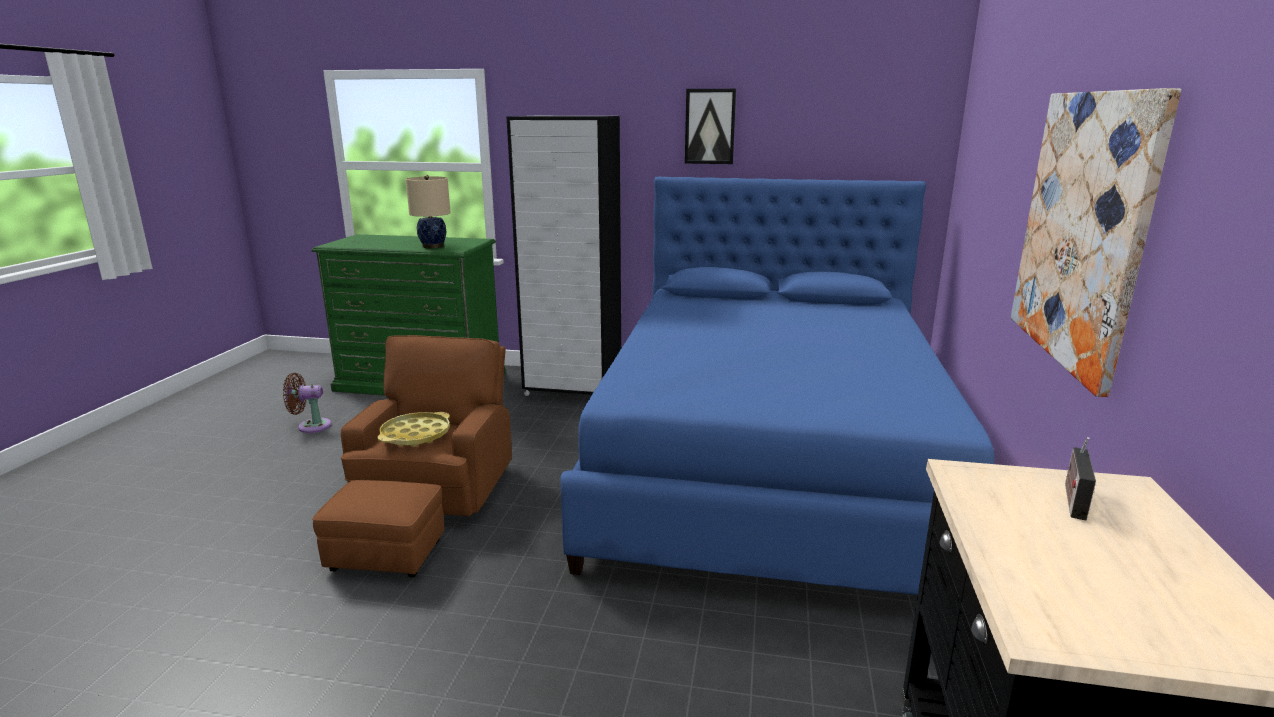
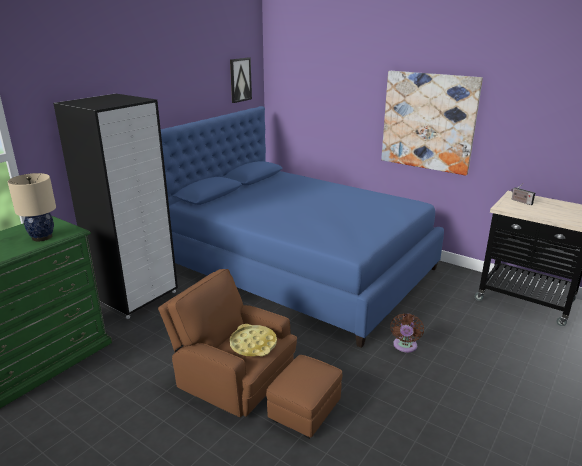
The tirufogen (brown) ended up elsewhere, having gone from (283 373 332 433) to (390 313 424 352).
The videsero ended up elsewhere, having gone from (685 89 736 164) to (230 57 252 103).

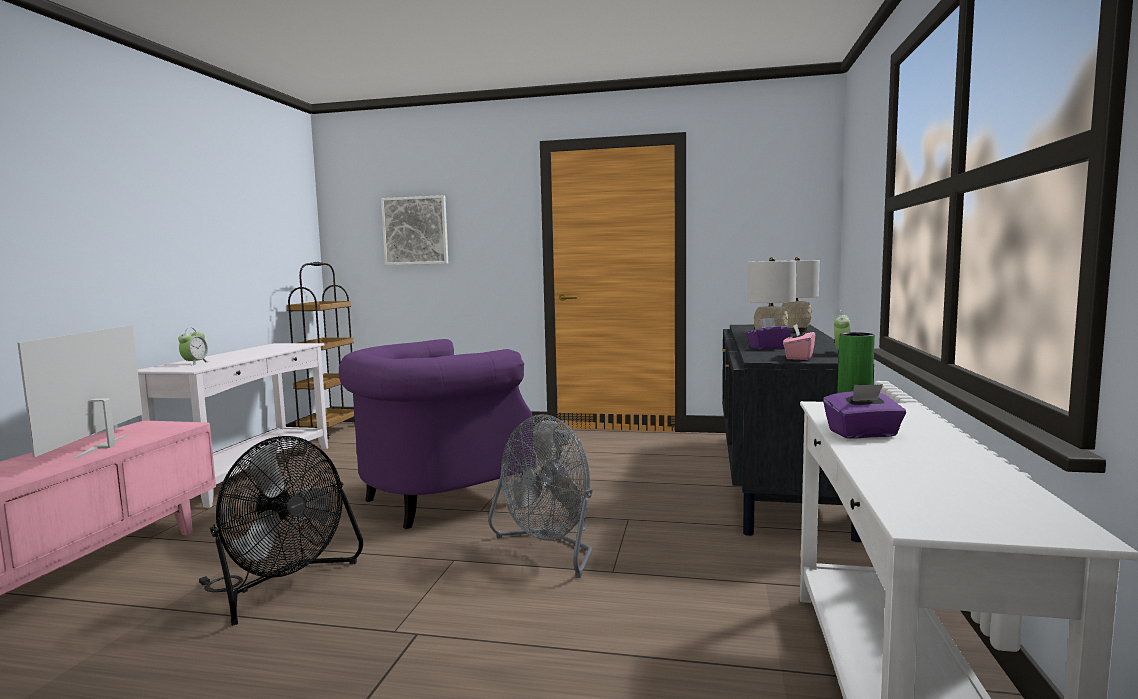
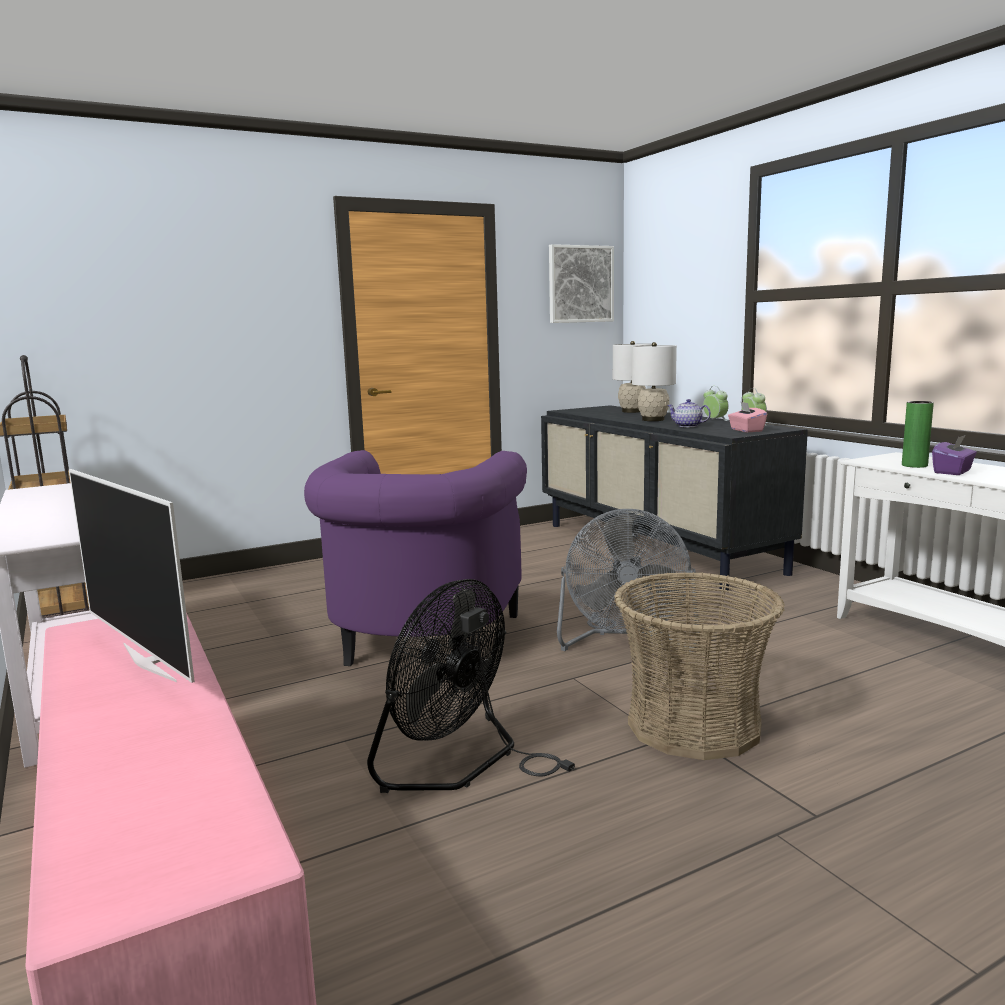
The second view gained the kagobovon at (614 572 785 760).
The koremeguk ended up elsewhere, having gone from (178 328 210 365) to (703 386 729 421).
The videsero ended up elsewhere, having gone from (381 195 448 265) to (549 244 614 323).
Where the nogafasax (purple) stood at (746 318 792 350), the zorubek came to stand at (667 399 711 427).
The tirufogen (black) at (199 436 363 626) ended up facing another way, 135 degrees counterclockwise from before.

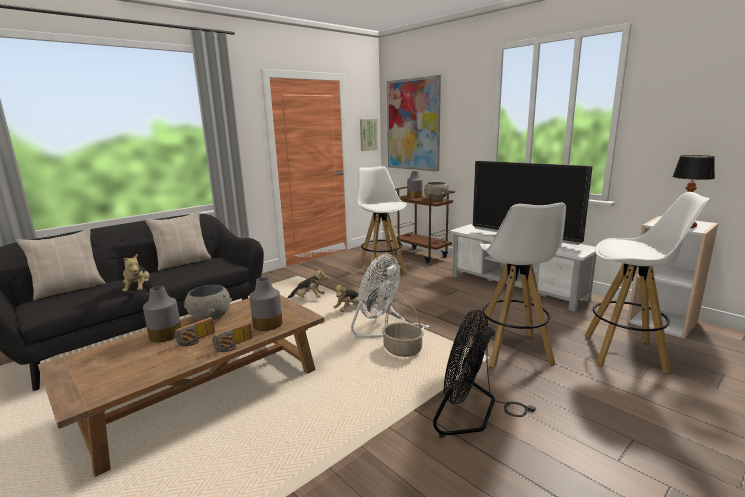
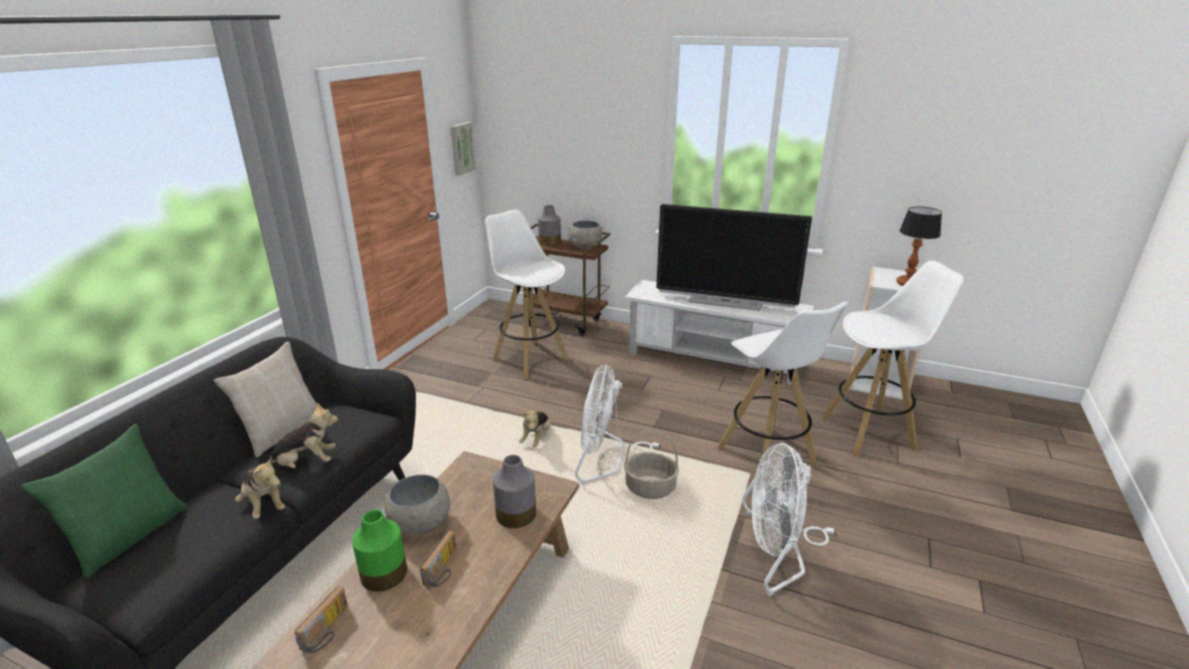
The second view lost the videsero at (387 75 441 172).
The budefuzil ended up elsewhere, having gone from (212 322 253 352) to (295 586 348 653).
The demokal ended up elsewhere, having gone from (287 267 328 298) to (263 402 338 468).
What was the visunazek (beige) at (17 228 105 301) turned into the visunazek (green) at (21 424 188 579).
What was the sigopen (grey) at (143 286 181 342) turned into the sigopen (green) at (352 510 407 592).
What was the tirufogen (black) at (433 310 536 438) turned into the tirufogen (white) at (742 443 836 596).

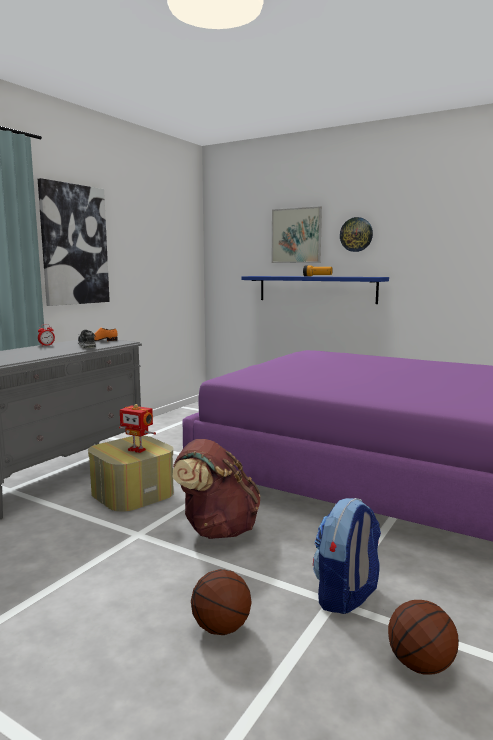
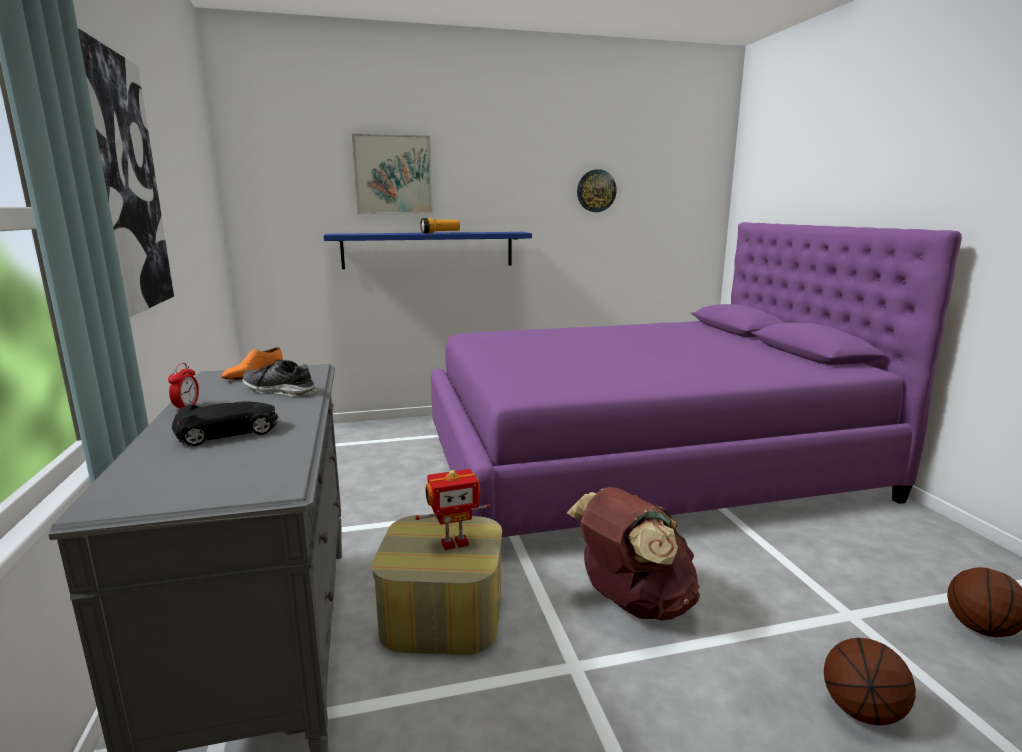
The second view lost the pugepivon at (313 498 381 614).
The second view gained the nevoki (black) at (172 401 279 446).
The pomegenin ended up elsewhere, having gone from (340 217 373 252) to (577 169 617 212).

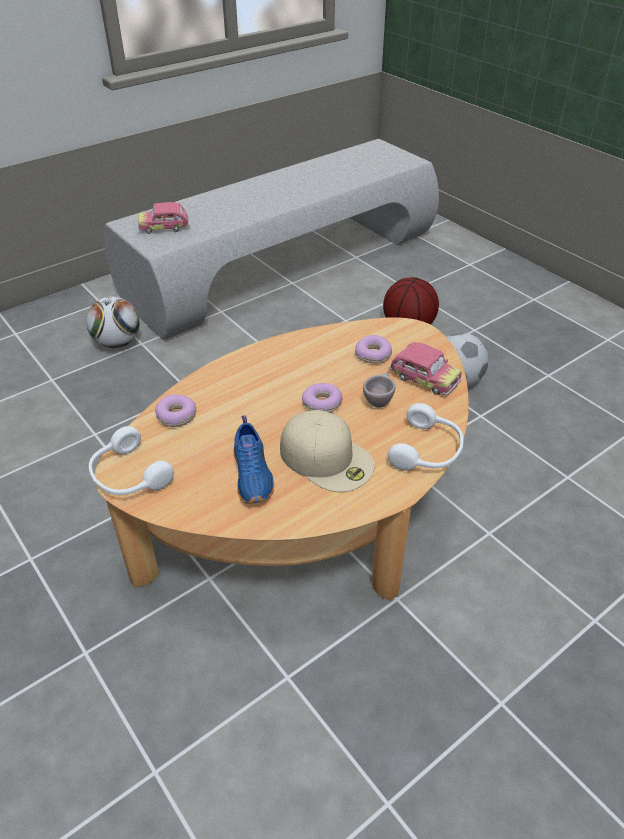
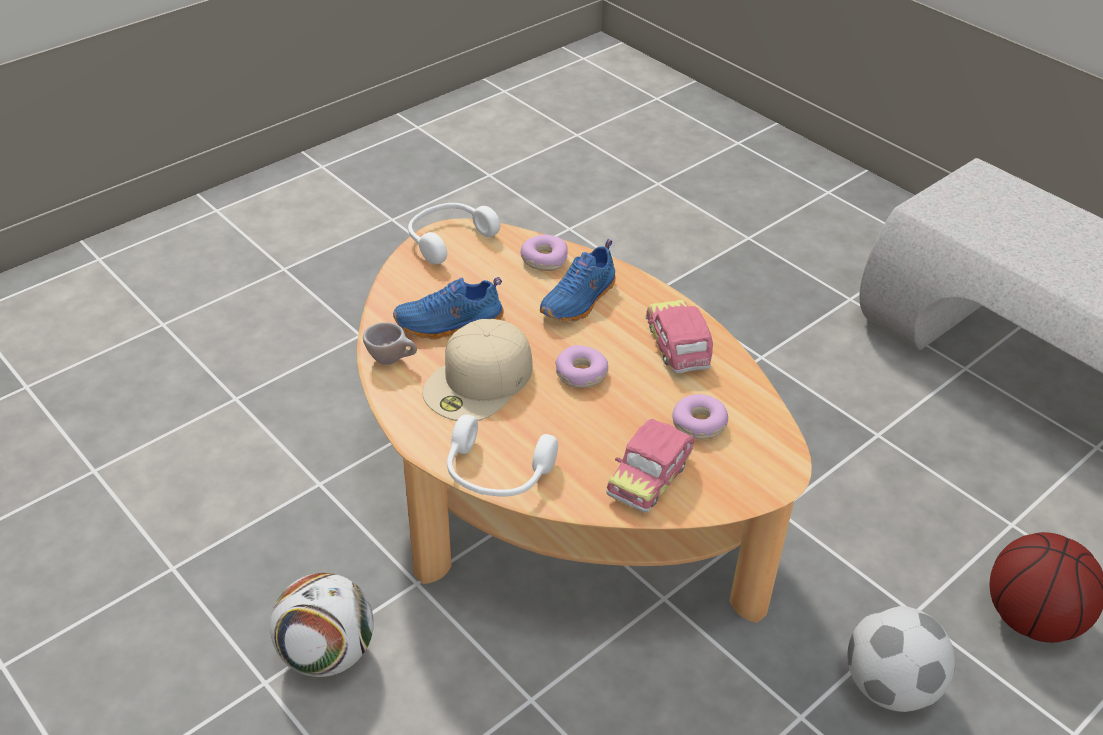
The second view gained the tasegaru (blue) at (540 239 616 322).
The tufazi ended up elsewhere, having gone from (86 296 140 348) to (270 573 374 677).
The nevoki ended up elsewhere, having gone from (138 202 189 234) to (646 300 713 374).
The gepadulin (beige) ended up elsewhere, having gone from (363 372 395 408) to (363 322 417 365).

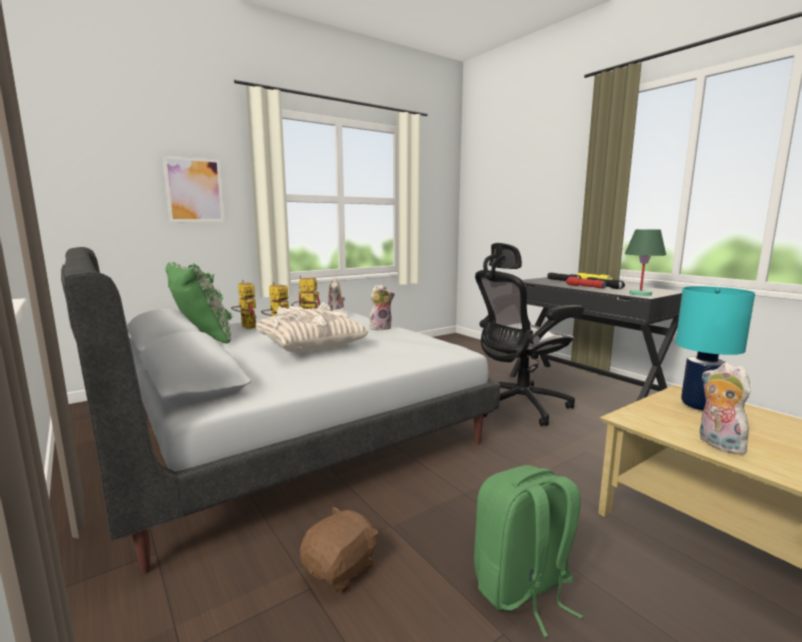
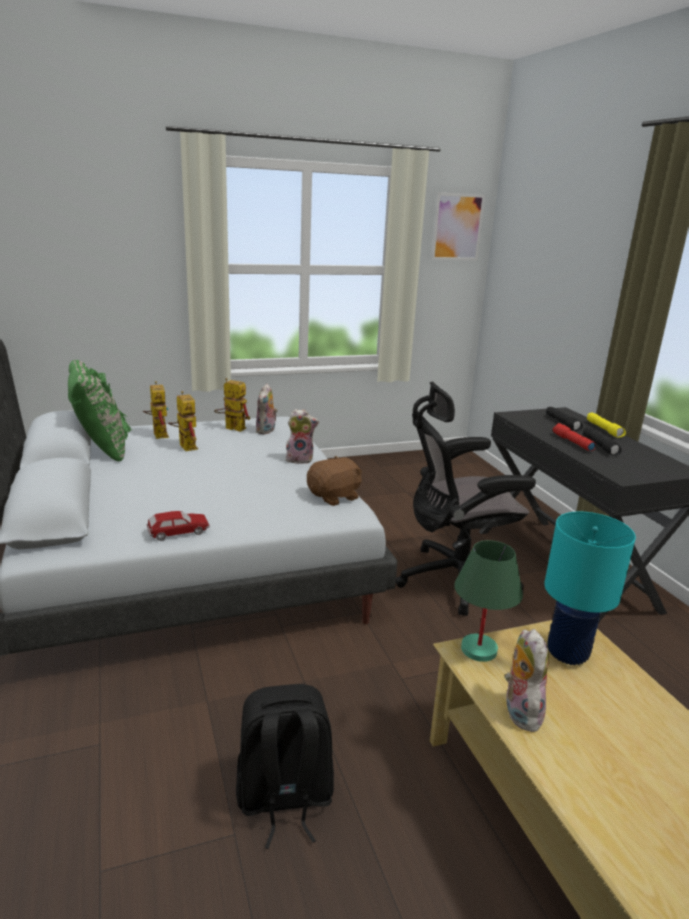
The second view lost the visunazek (beige) at (256 302 368 354).
The second view gained the nevoki at (147 511 210 541).
The videsero ended up elsewhere, having gone from (163 156 225 222) to (431 192 485 261).
The demokal (brown) ended up elsewhere, having gone from (300 507 378 592) to (307 456 362 506).
The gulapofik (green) ended up elsewhere, having gone from (625 229 666 296) to (454 540 523 662).
What was the pugepivon (green) at (474 465 583 637) turned into the pugepivon (black) at (236 684 334 849).

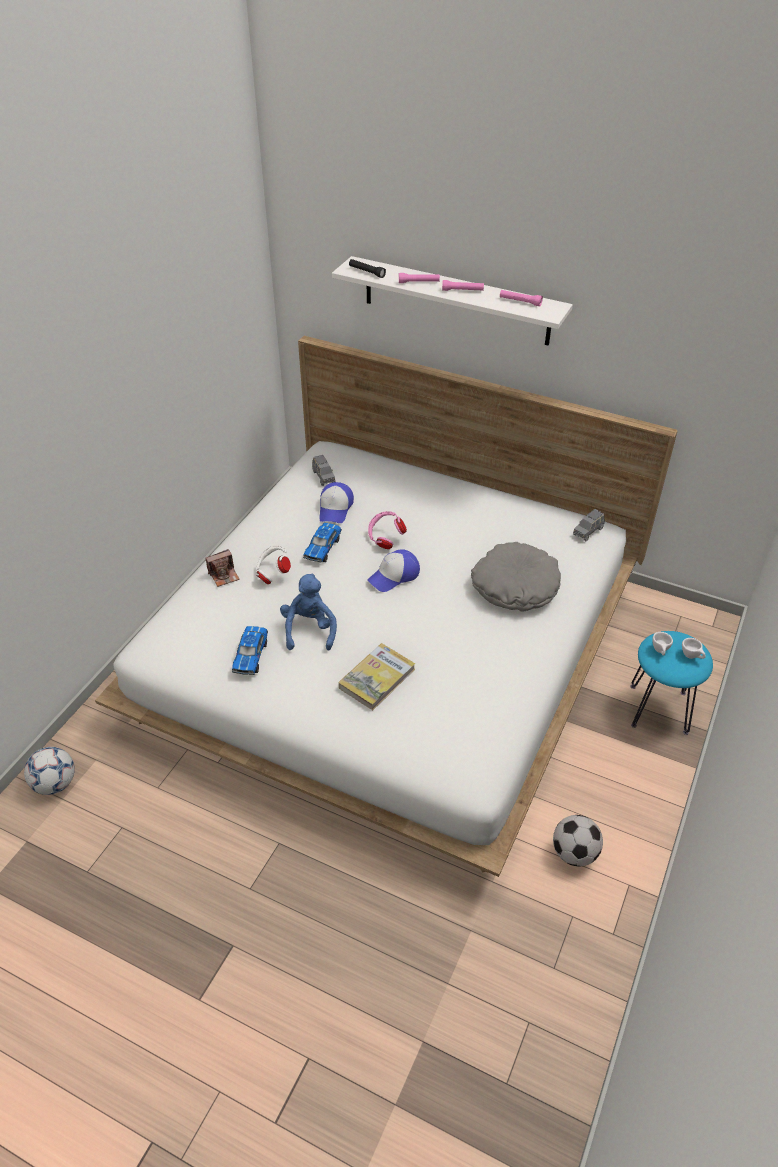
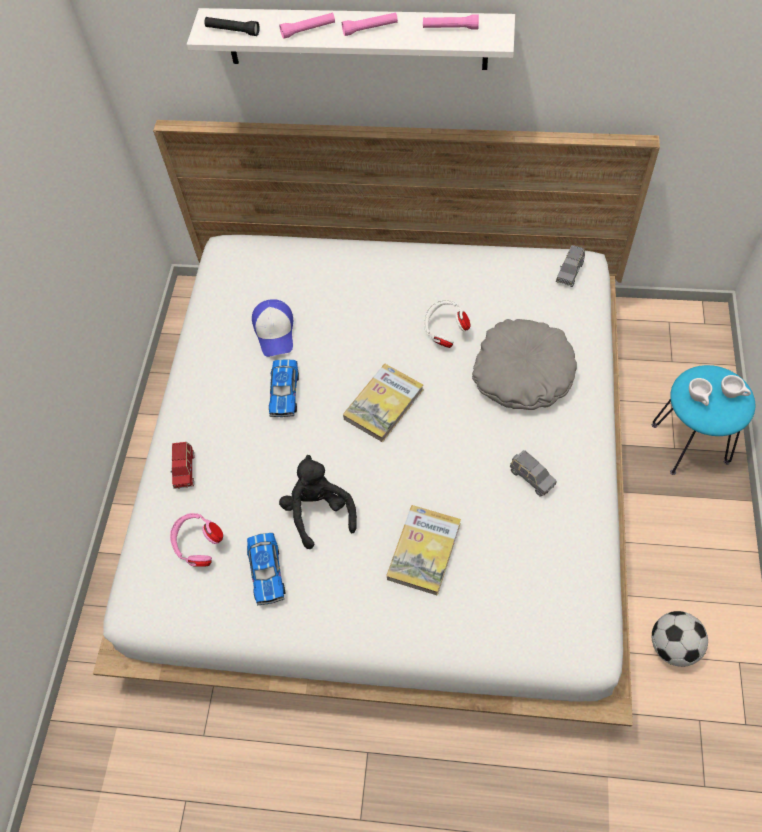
The second view lost the tufazi at (24 747 75 795).
The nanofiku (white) ended up elsewhere, having gone from (256 545 291 584) to (424 300 471 348).
The nevoki (grey) ended up elsewhere, having gone from (312 455 335 486) to (510 450 556 497).
The nanofiku (pink) ended up elsewhere, having gone from (368 511 407 549) to (170 513 223 567).
Where the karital stood at (205 549 239 587), the nevoki (red) came to stand at (170 442 194 489).
Where the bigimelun stood at (367 549 420 592), the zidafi came to stand at (343 364 423 442).
What was the demokal (blue) at (280 573 337 650) turned into the demokal (black) at (279 455 357 549).

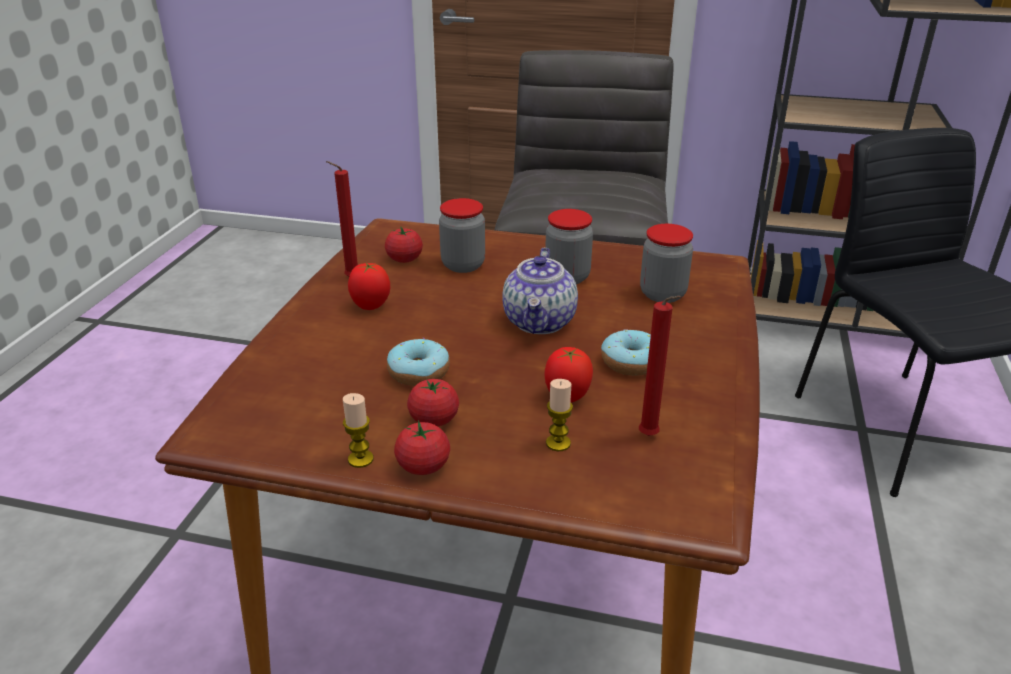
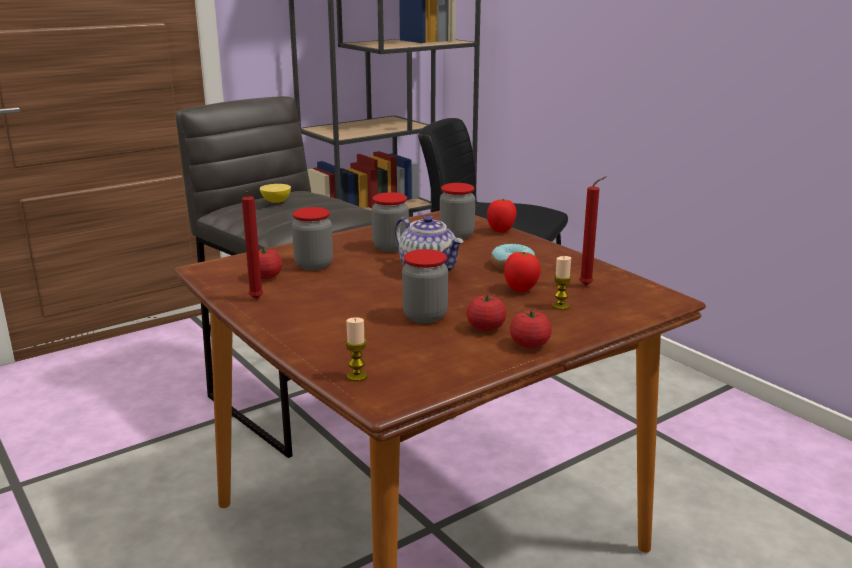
The second view gained the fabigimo at (260 184 291 203).
The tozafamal ended up elsewhere, having gone from (343 393 374 468) to (345 318 368 382).
The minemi ended up elsewhere, having gone from (348 263 390 310) to (487 199 517 233).
Where the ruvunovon stood at (387 338 450 386), the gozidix came to stand at (402 249 448 323).

